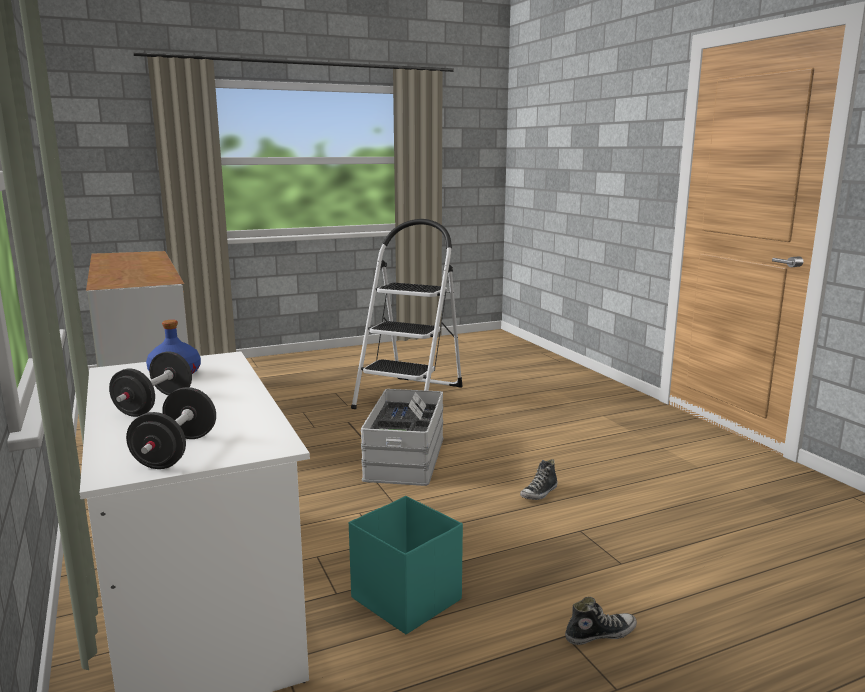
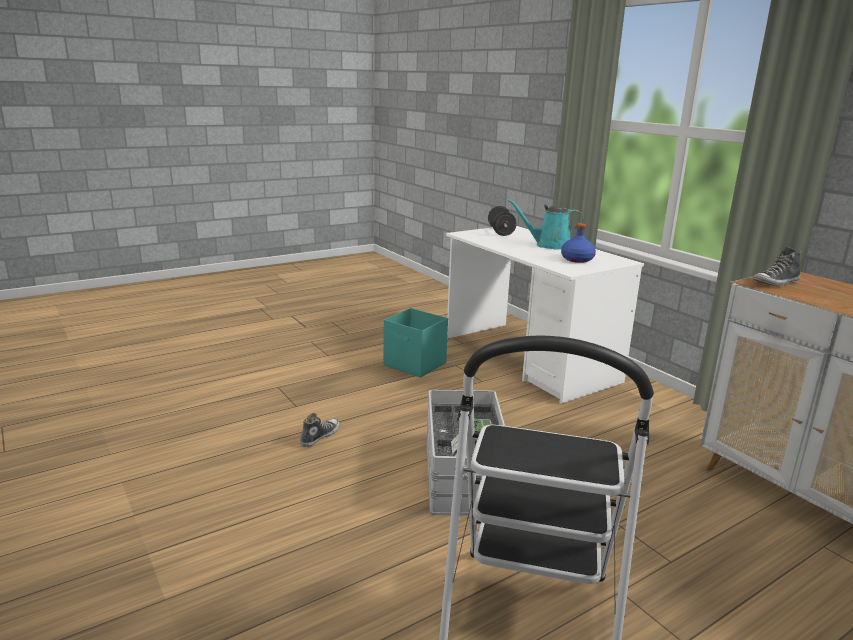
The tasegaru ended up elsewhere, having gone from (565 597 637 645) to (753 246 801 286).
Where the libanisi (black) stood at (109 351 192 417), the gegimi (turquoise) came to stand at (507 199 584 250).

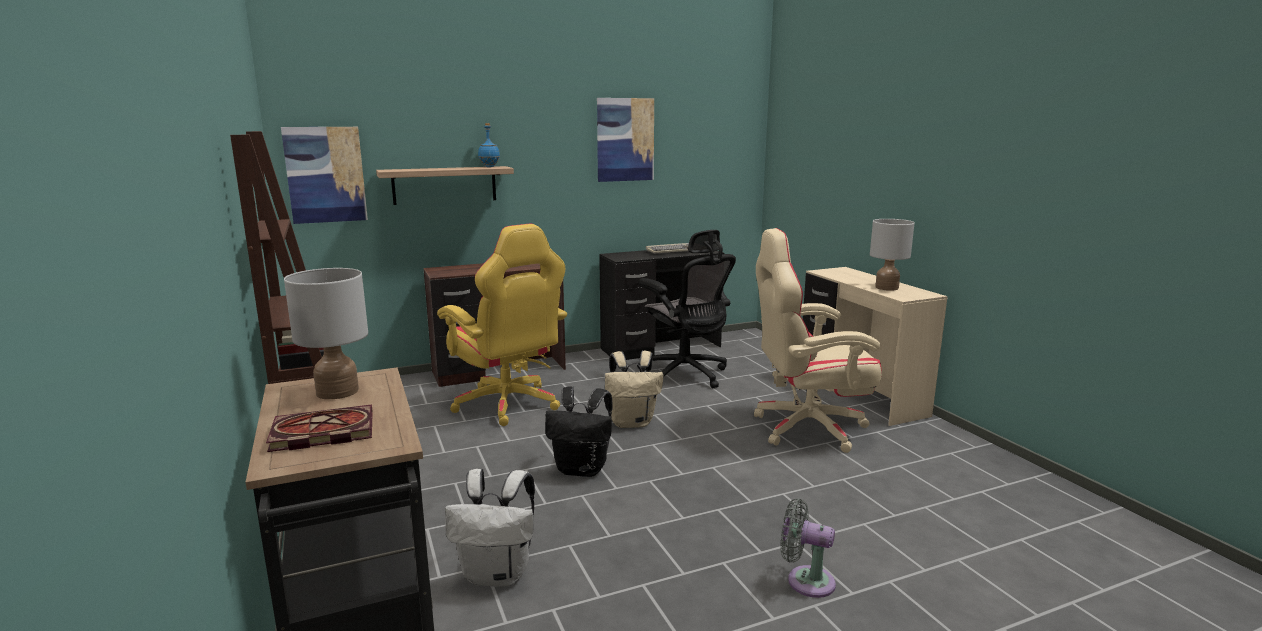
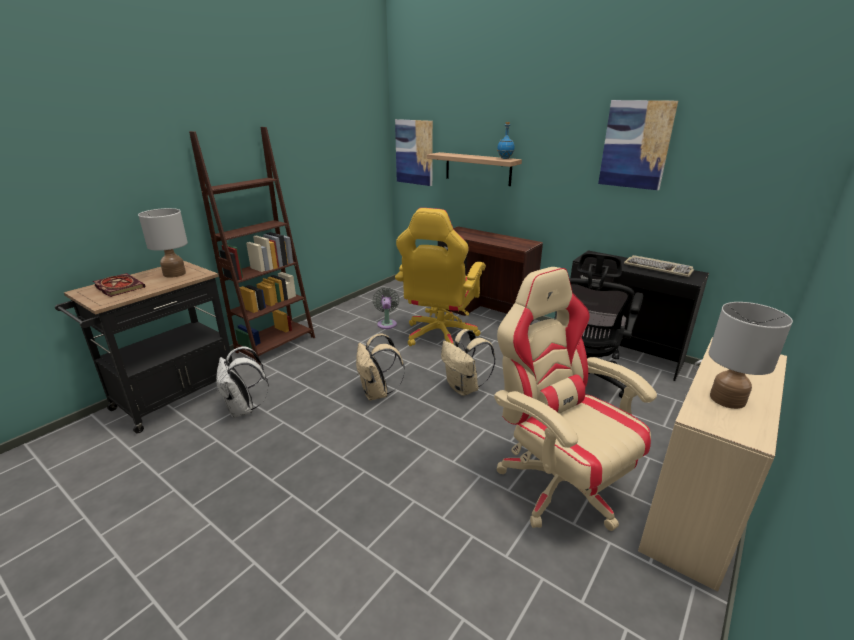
The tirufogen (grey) ended up elsewhere, having gone from (780 498 836 598) to (373 288 399 329).
What was the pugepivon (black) at (545 387 613 477) turned into the pugepivon (beige) at (356 333 405 401).

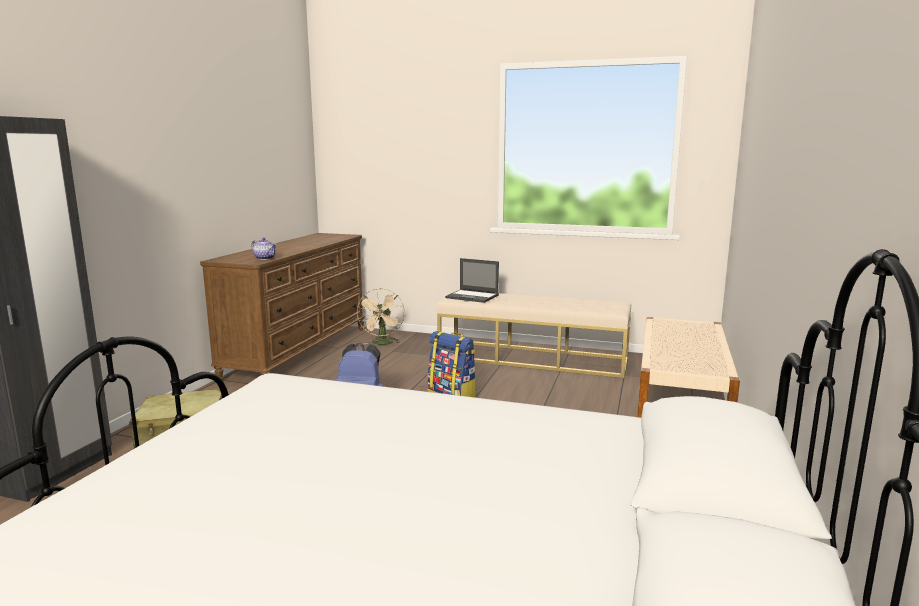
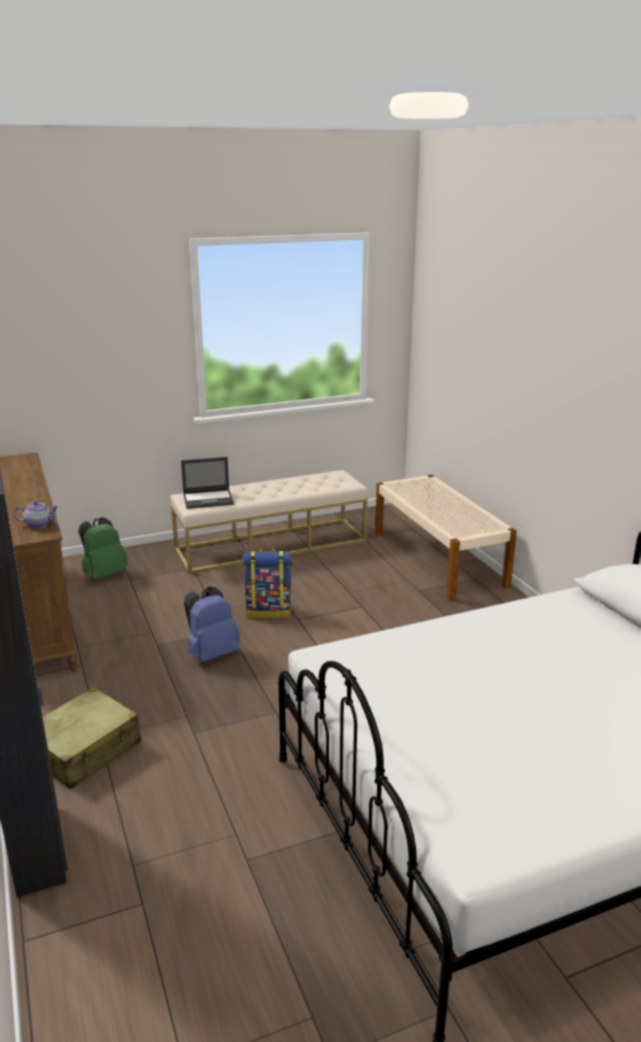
Where the tirufogen (beige) stood at (357 288 405 345), the pugepivon (green) came to stand at (78 517 128 580).

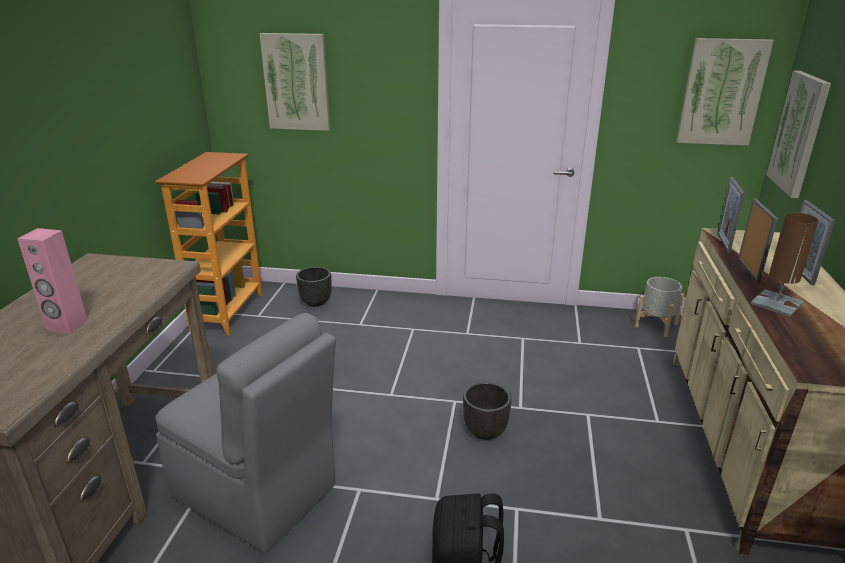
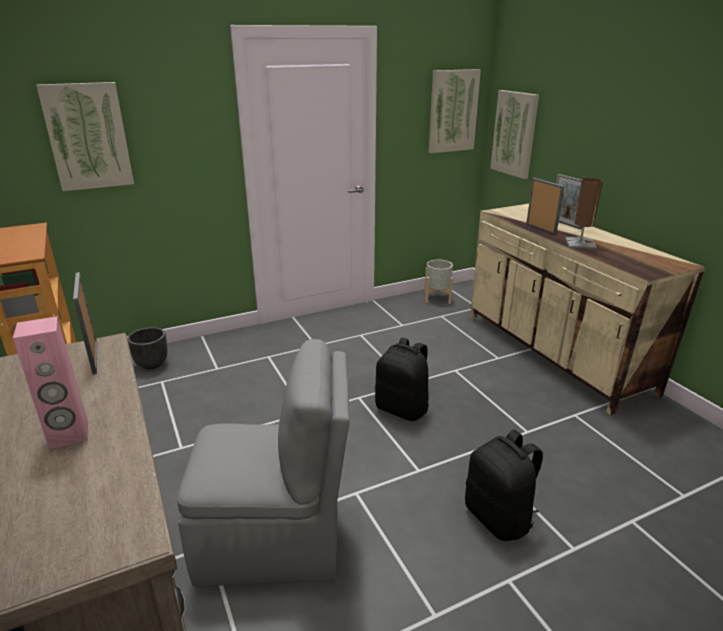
The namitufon ended up elsewhere, having gone from (717 177 745 253) to (73 272 97 374).
Where the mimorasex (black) stood at (463 382 512 440), the pugepivon (black) came to stand at (375 338 429 421).

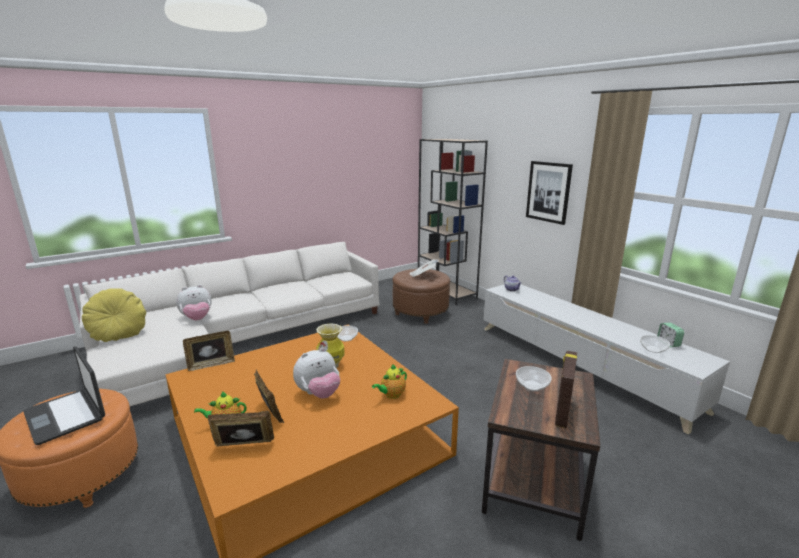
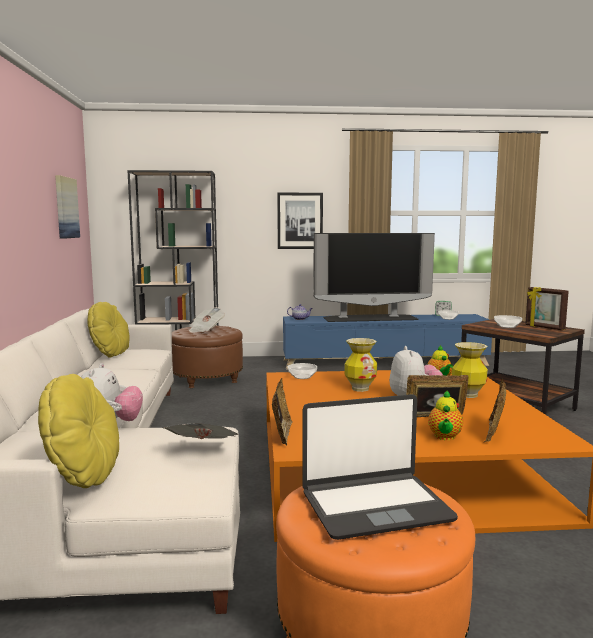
The second view gained the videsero at (55 175 80 239).
The second view gained the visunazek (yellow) at (87 302 130 358).
The second view gained the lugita at (163 424 238 439).
The second view gained the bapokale at (313 233 435 322).
The second view gained the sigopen at (452 342 488 398).
What was the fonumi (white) at (484 284 730 434) turned into the fonumi (blue) at (283 314 492 370).

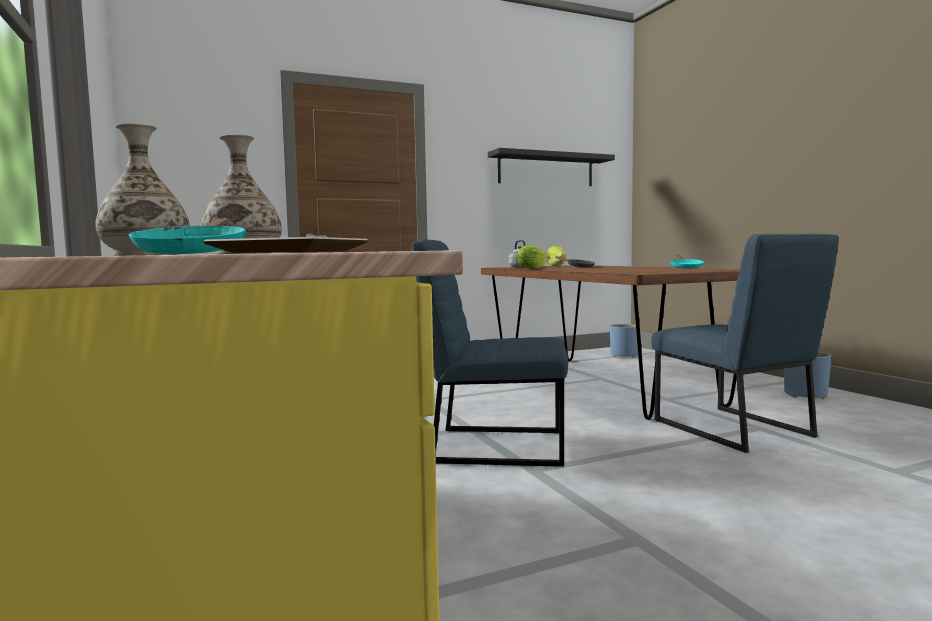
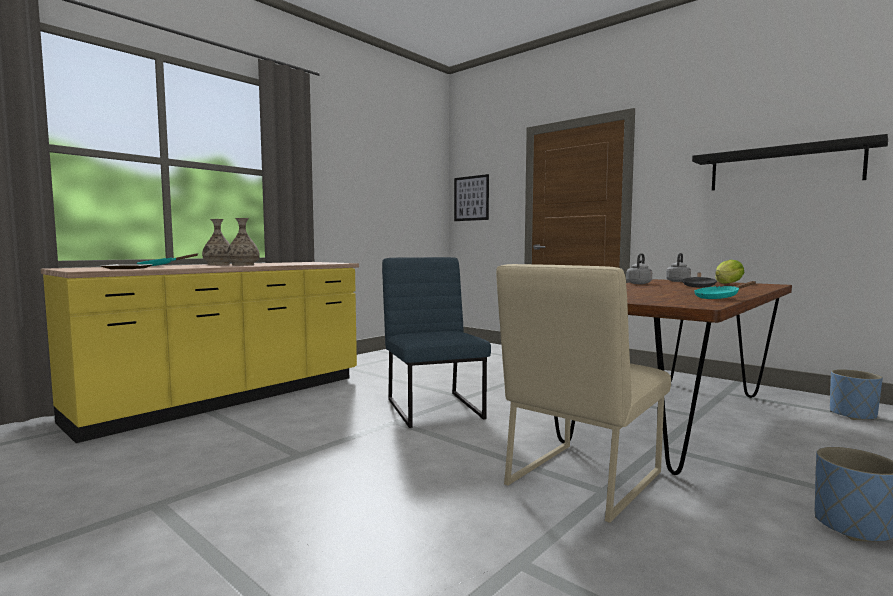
The second view gained the videsero at (454 174 489 221).
Where the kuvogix stood at (517 245 550 269), the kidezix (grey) came to stand at (626 253 652 284).
What was the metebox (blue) at (651 234 839 453) turned into the metebox (beige) at (496 264 671 523).

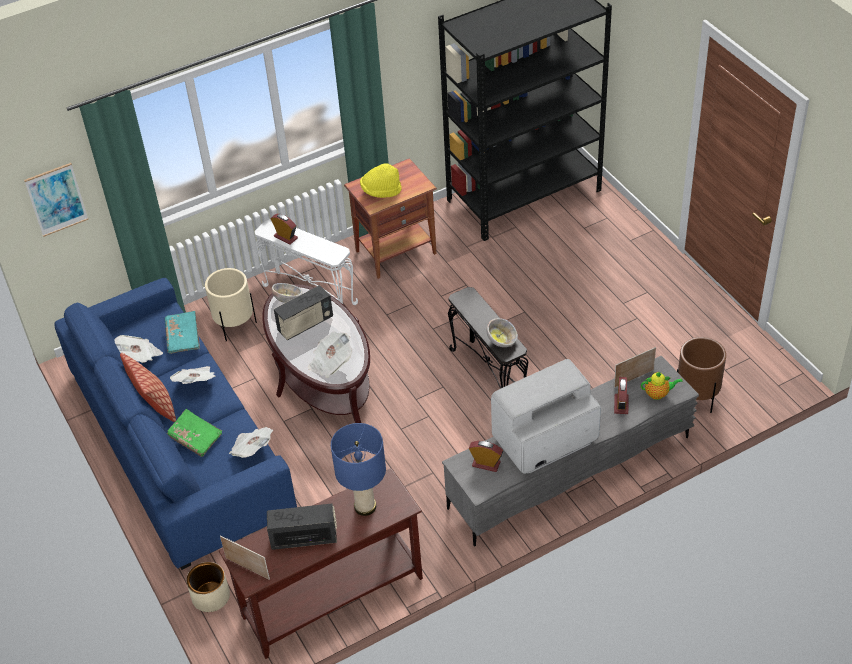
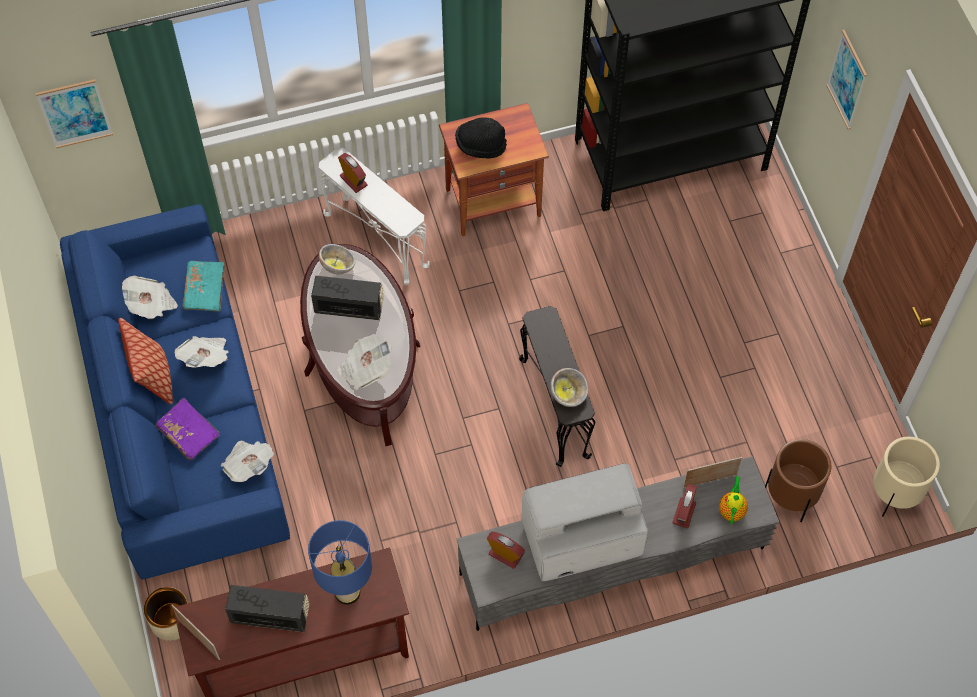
The second view gained the videsero at (826 30 867 129).
The mimorasex (beige) ended up elsewhere, having gone from (205 268 257 342) to (873 437 940 517).
What was the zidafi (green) at (167 409 222 457) turned into the zidafi (purple) at (156 398 220 461).
What was the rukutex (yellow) at (360 163 402 198) turned into the rukutex (black) at (455 117 507 158).
The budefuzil at (274 285 333 340) ended up facing another way, 150 degrees counterclockwise from before.
The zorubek at (641 372 683 400) ended up facing another way, 90 degrees counterclockwise from before.

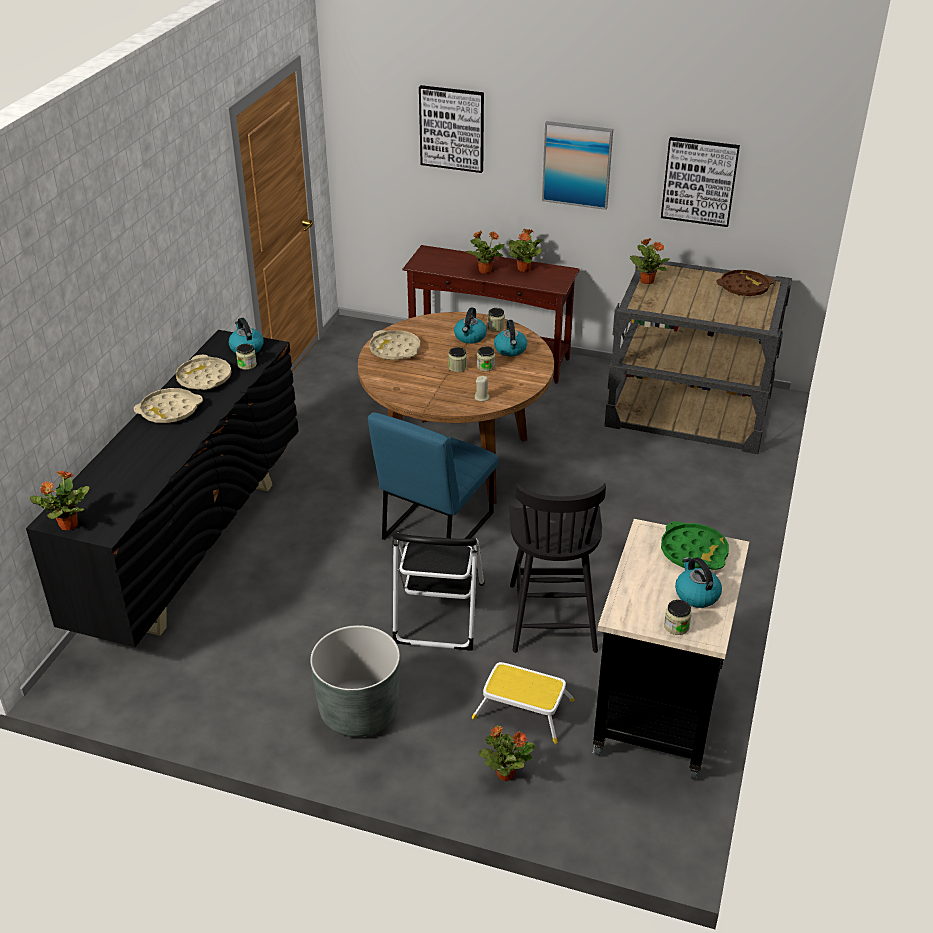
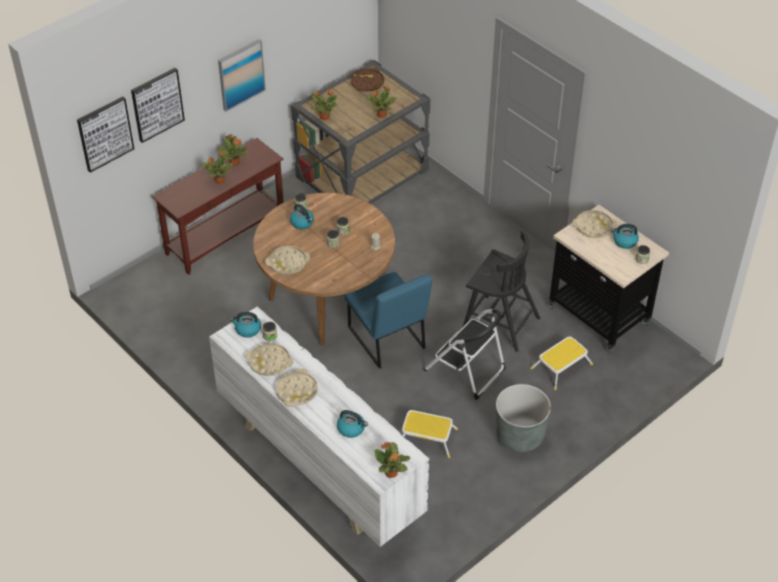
The second view gained the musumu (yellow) at (402 410 458 458).
The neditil ended up elsewhere, having gone from (478 725 536 781) to (366 86 397 118).
The kidezix ended up elsewhere, having gone from (494 320 527 356) to (337 410 368 438).
The videsero ended up elsewhere, having gone from (661 137 740 227) to (77 97 134 173).
What was the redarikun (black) at (26 330 299 647) turned into the redarikun (white) at (209 306 429 547).
What was the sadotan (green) at (661 521 729 570) turned into the sadotan (beige) at (572 210 617 238).

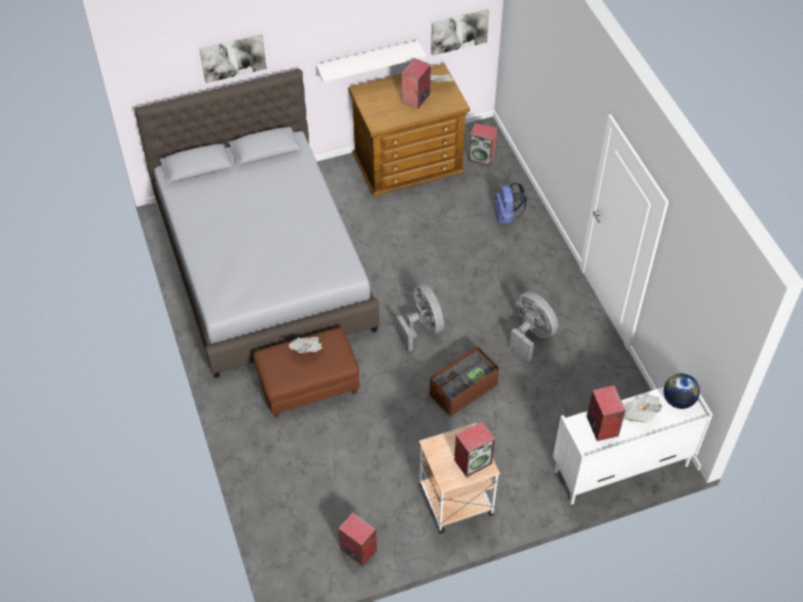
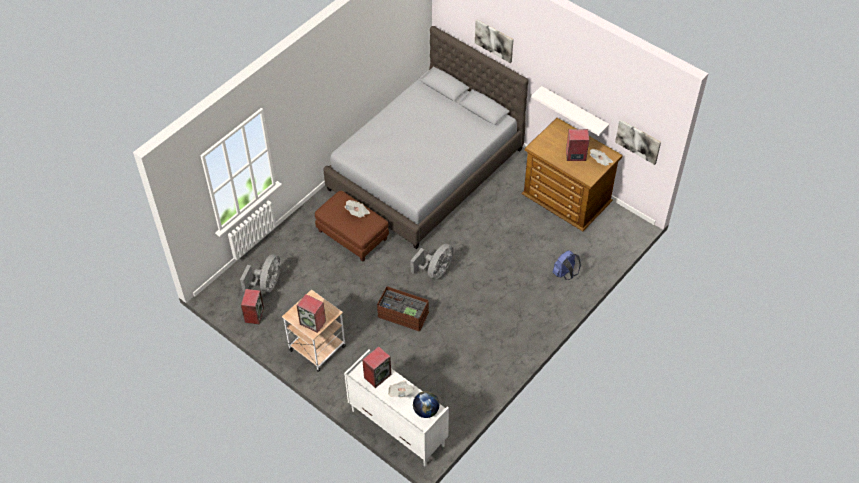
The second view lost the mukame at (468 123 497 166).
The tirufogen (grey) ended up elsewhere, having gone from (510 292 558 362) to (240 254 281 292).

